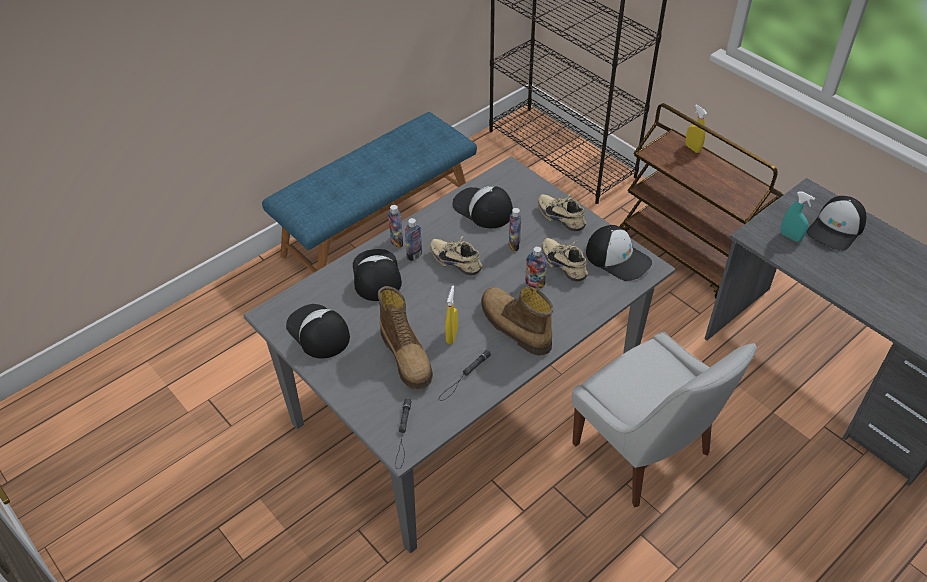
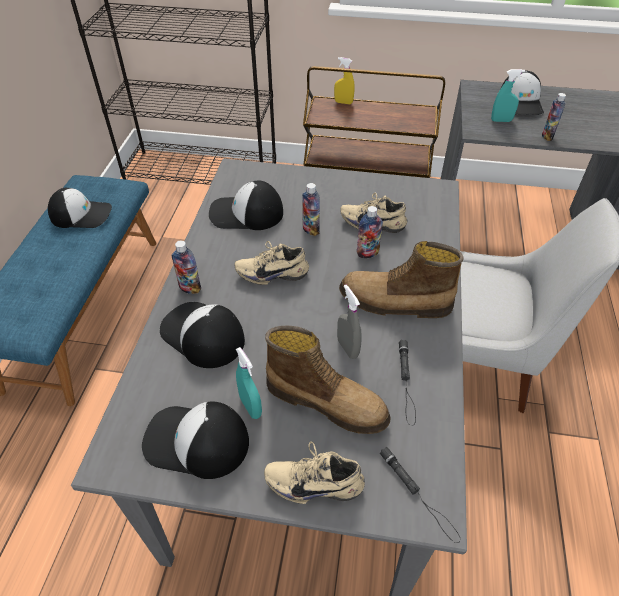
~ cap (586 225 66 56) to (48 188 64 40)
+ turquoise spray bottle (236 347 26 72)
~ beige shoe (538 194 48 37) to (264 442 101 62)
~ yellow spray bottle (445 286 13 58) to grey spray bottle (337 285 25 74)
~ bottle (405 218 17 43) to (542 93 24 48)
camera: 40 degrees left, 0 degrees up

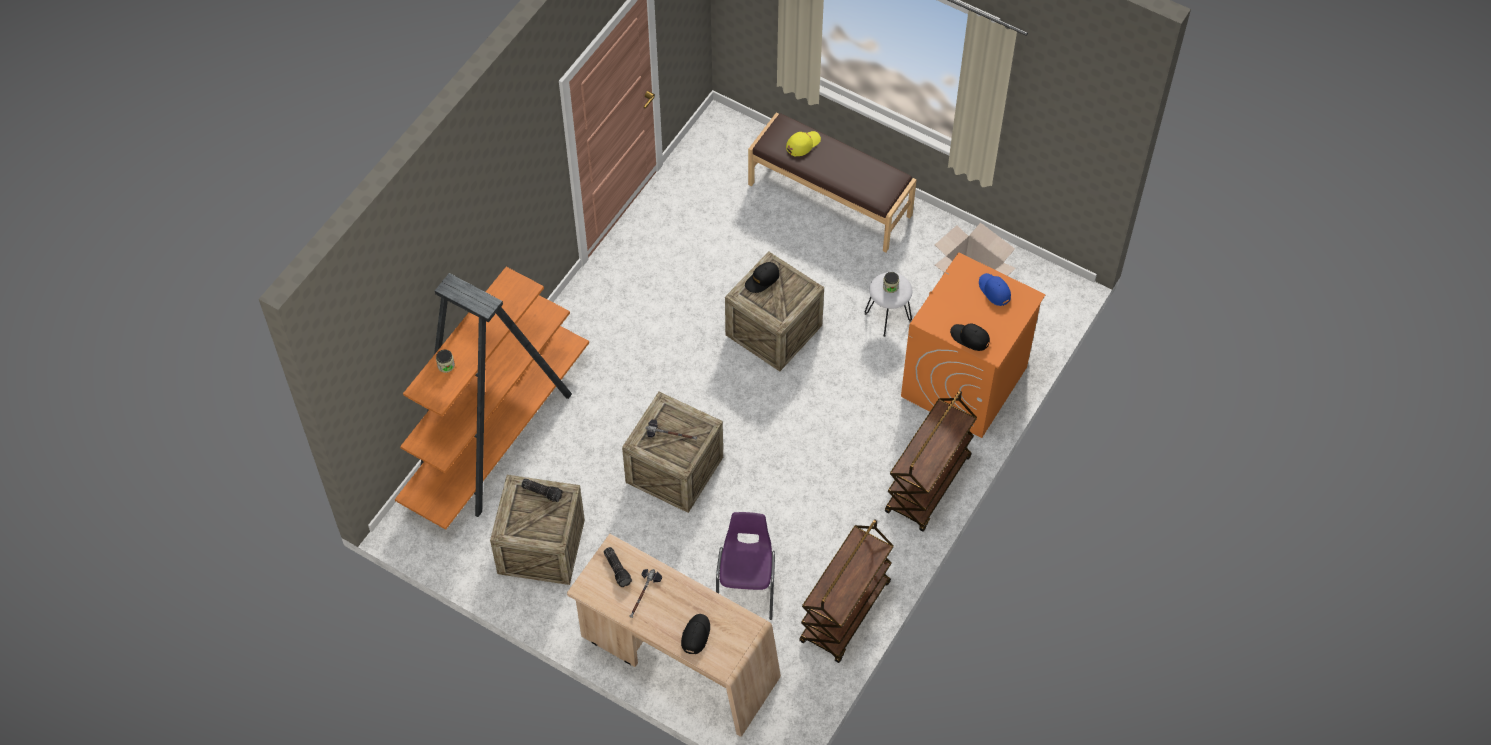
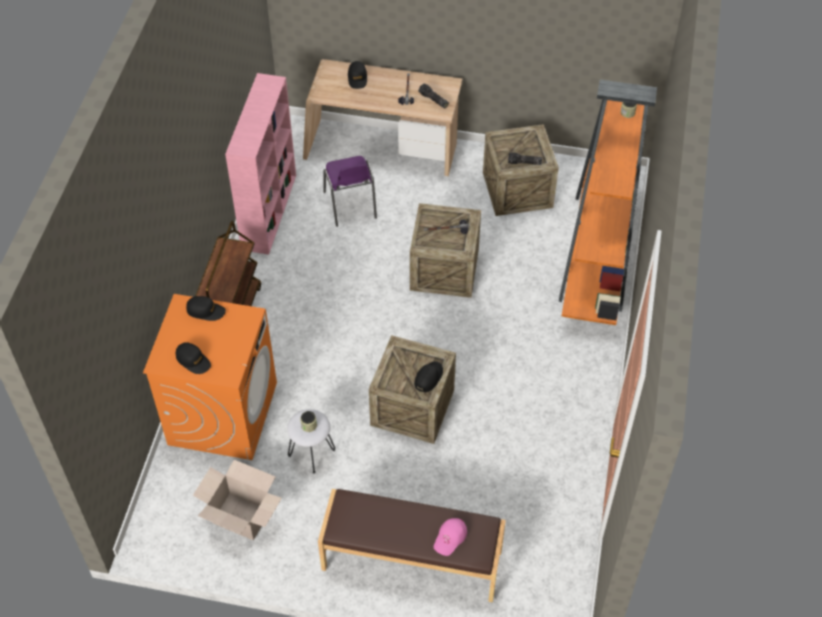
~ blue cap (979 273 32 33) to black cap (176 342 35 32)
~ brown cart (799 519 95 144) to pink bookcase (225 73 71 182)
~ yellow cap (786 131 35 26) to pink cap (434 518 33 38)
camera: 160 degrees right, 5 degrees down

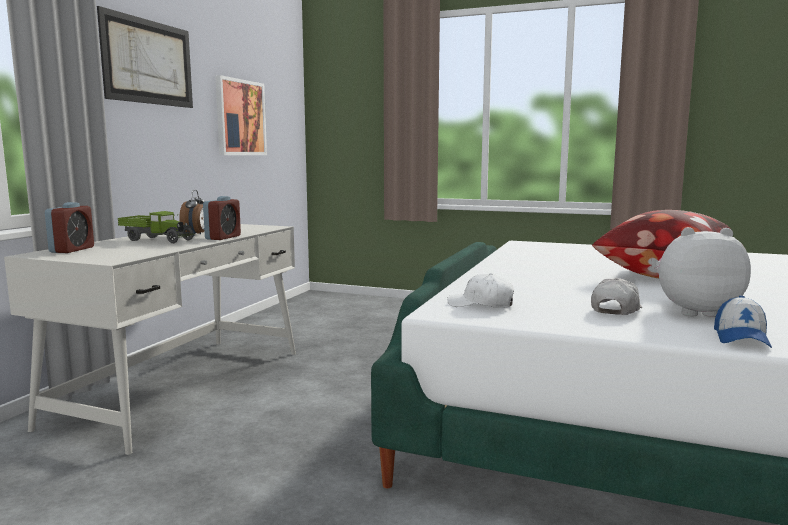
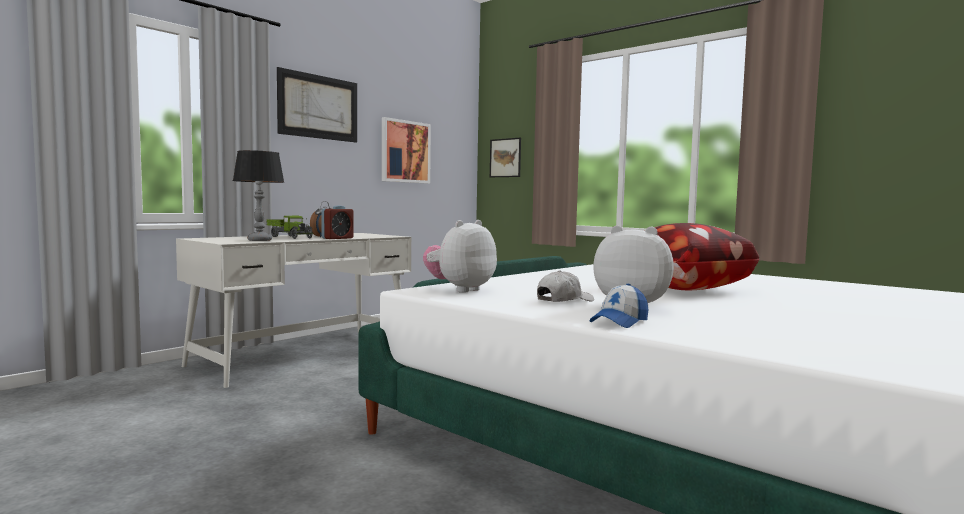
+ table lamp (233 150 51 91)
~ white cap (447 273 67 34) to plush toy (423 220 74 73)
+ picture (490 138 31 39)
- alarm clock (45 202 49 51)
camera: 20 degrees right, 5 degrees down

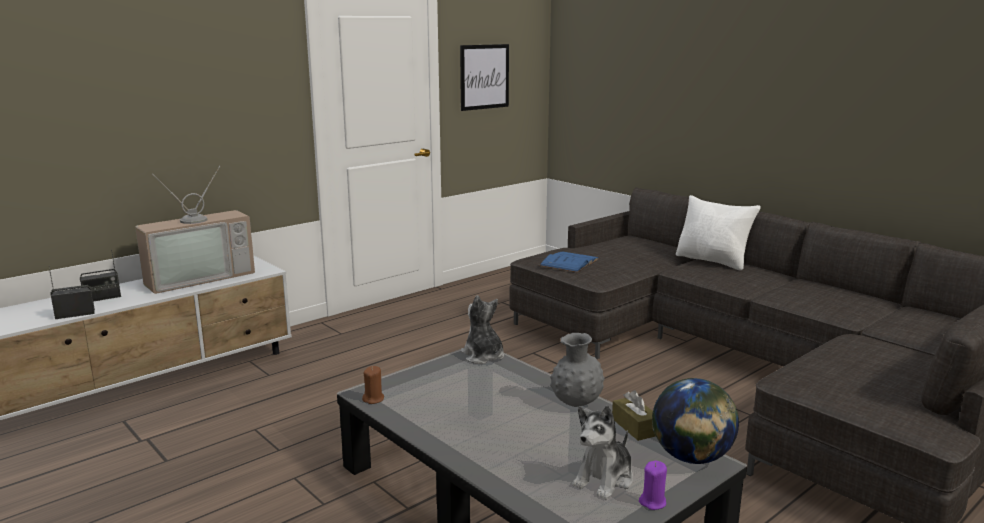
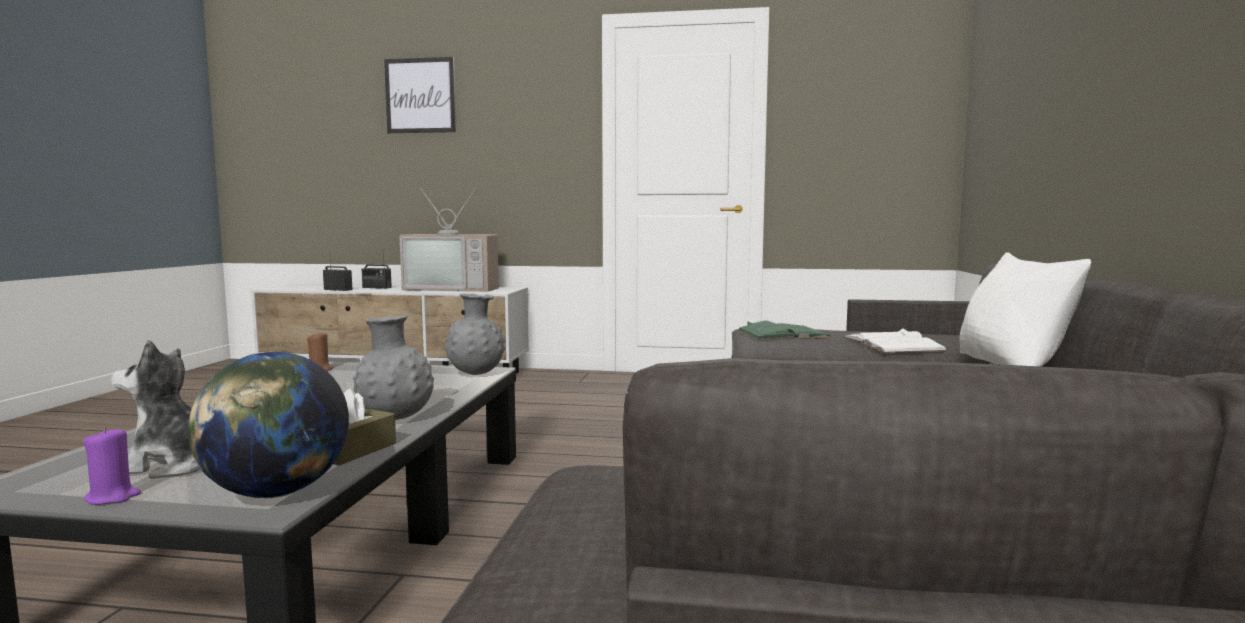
~ picture (460 44 49 67) to (384 57 72 76)
~ plush toy (461 295 43 69) to grey vase (444 294 61 81)
~ blue book (539 251 60 22) to green book (737 321 95 19)
+ white book (844 328 103 25)
camera: 50 degrees right, 10 degrees down

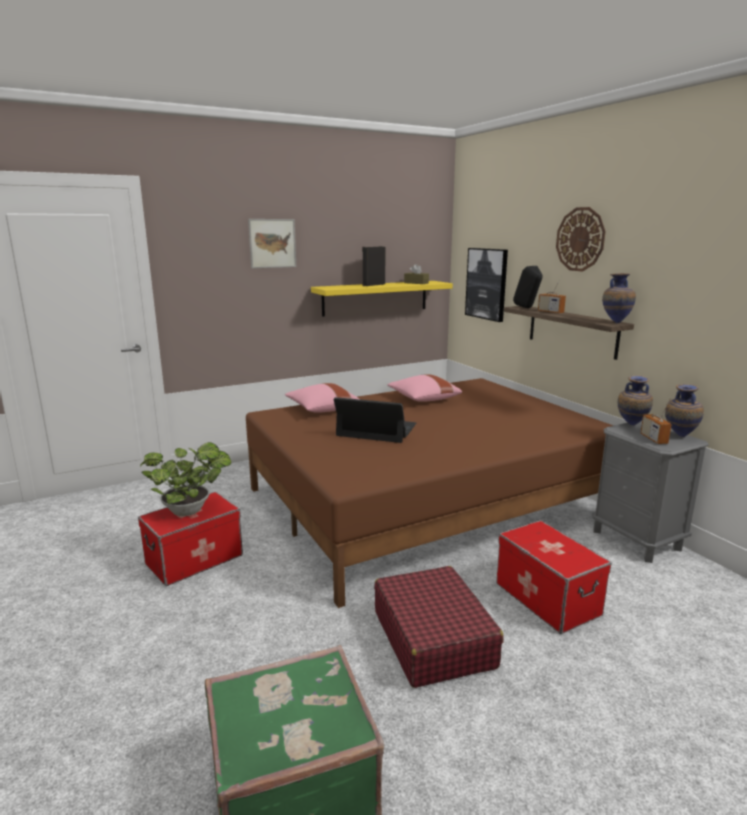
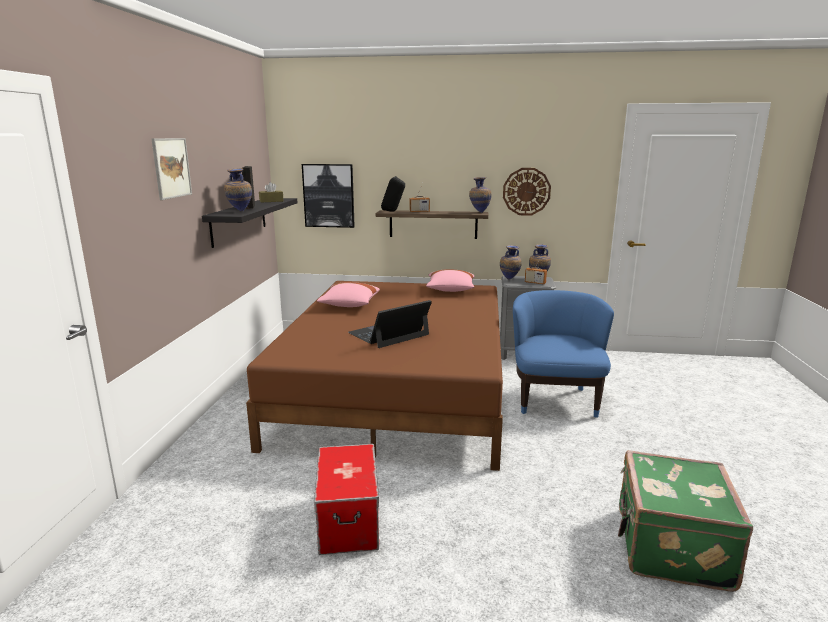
~ yellow shelf (311 281 142 36) to black shelf (202 198 95 50)
+ vase (224 168 28 43)
~ pink pillow (285 383 74 30) to (426 269 49 23)
~ wall clock (556 207 50 64) to (503 168 48 48)
~ storage box (496 520 116 114) to blue armchair (513 290 101 128)
- potted plant (140 442 91 74)
- red suitcase (374 566 130 122)
camera: 55 degrees left, 0 degrees up

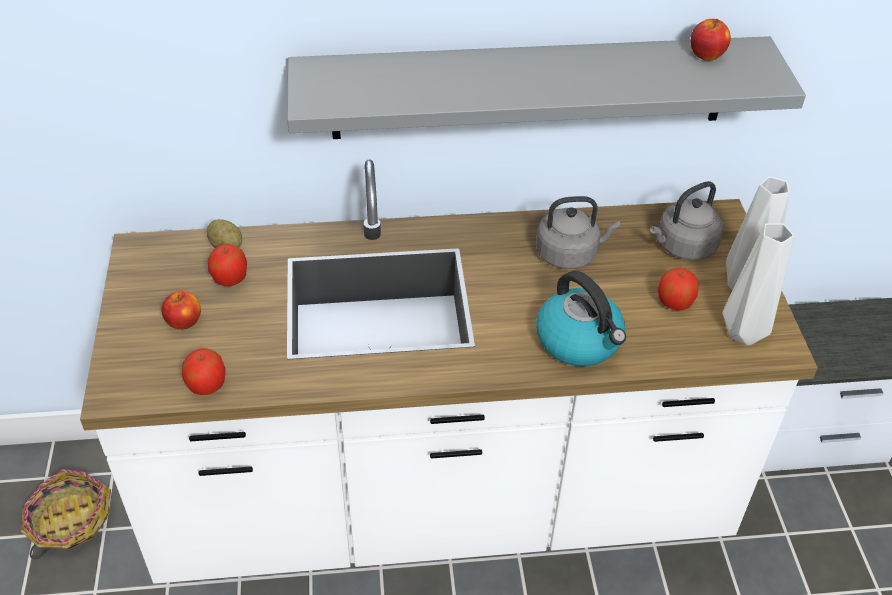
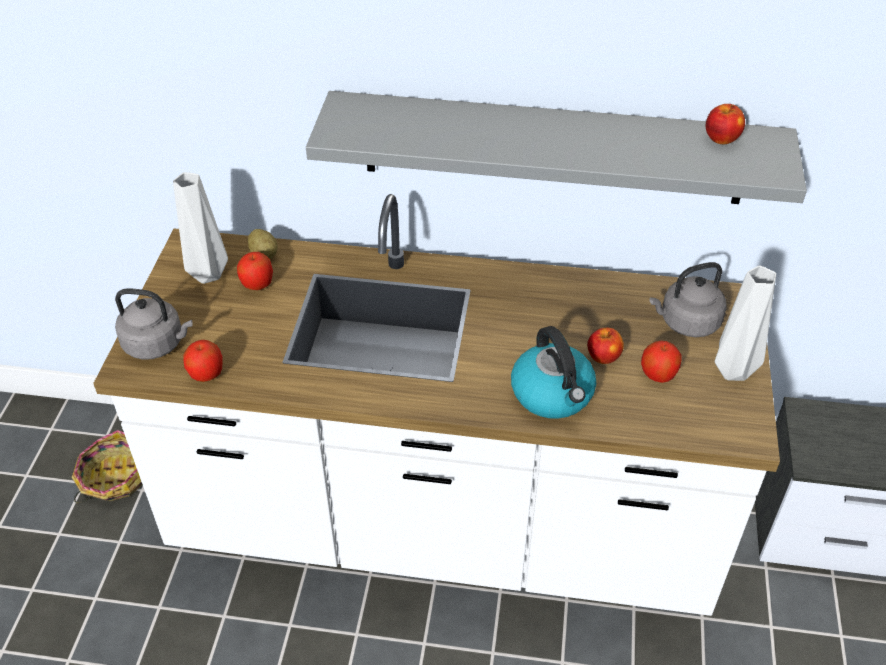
~ grey kettle (536 196 85 73) to (115 289 78 71)
~ grey vase (723 223 71 122) to (173 172 55 112)
~ apple (161 290 40 40) to (587 328 37 36)
camera: 15 degrees right, 0 degrees up

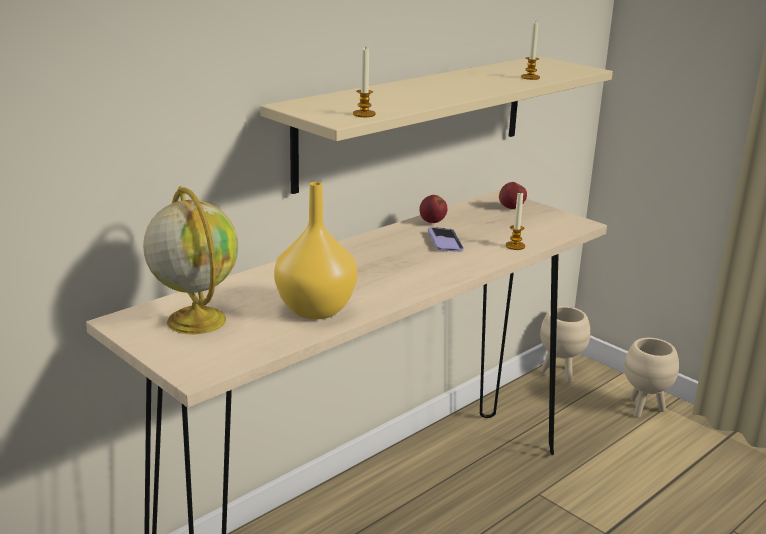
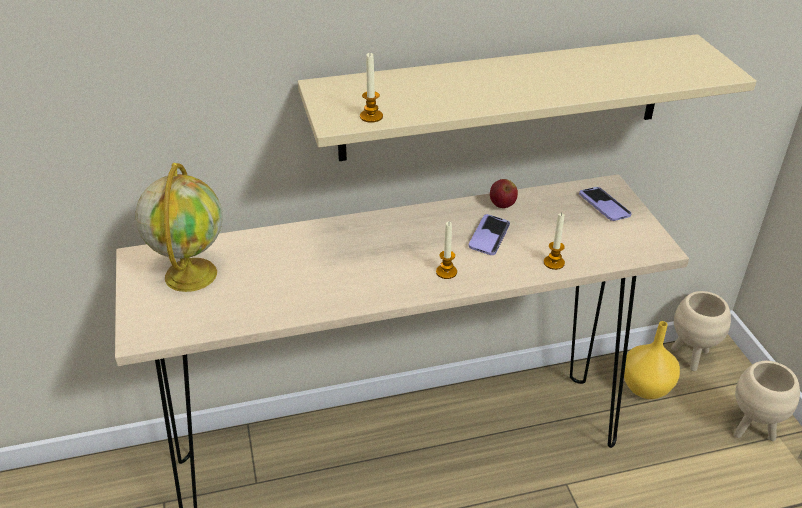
~ candle (521 22 19 58) to (436 222 21 57)
~ apple (499 182 28 27) to phone (579 187 53 34)
~ yellow vase (274 182 83 137) to (624 321 56 78)
camera: 30 degrees right, 15 degrees up

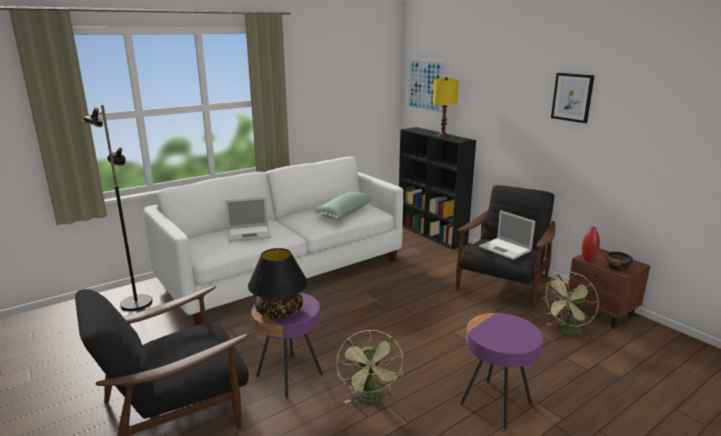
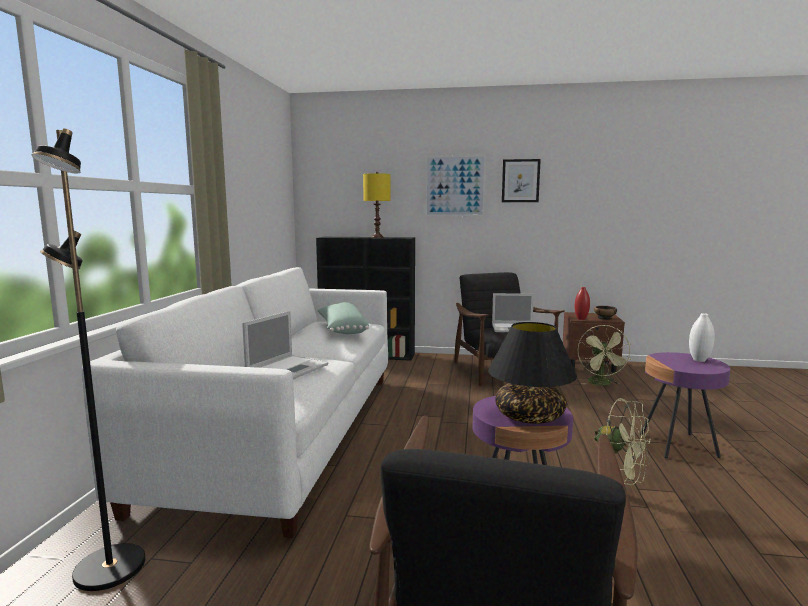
~ picture (407 58 38 56) to (425 155 61 62)
+ white vase (689 313 26 49)
camera: 45 degrees left, 10 degrees down

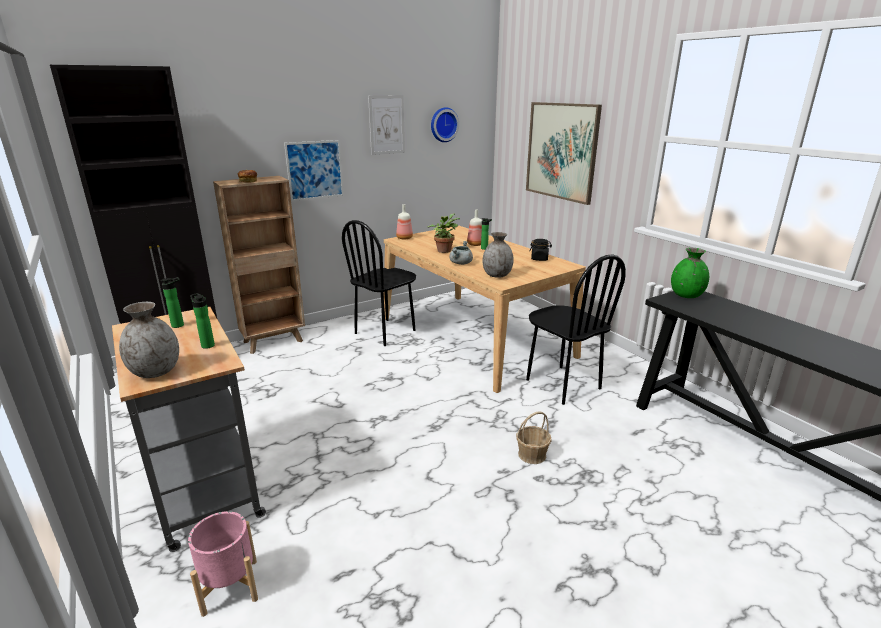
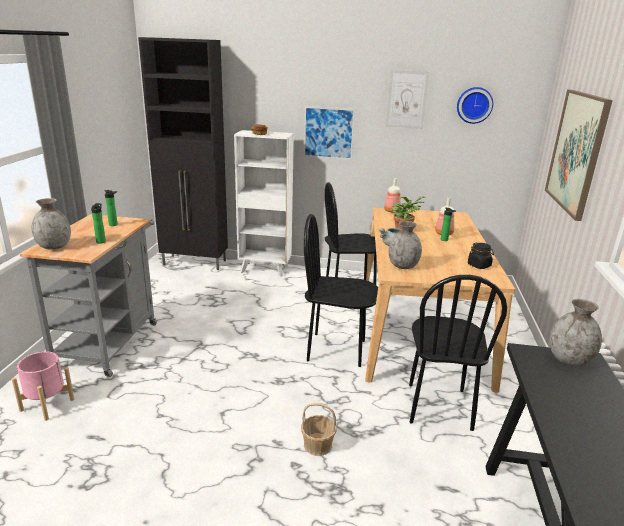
~ brown bookcase (213 176 92 178) to white bookcase (234 130 60 147)
+ black chair (304 214 74 153)
~ green vase (671 248 38 50) to grey vase (549 299 53 67)
camera: 40 degrees right, 0 degrees up

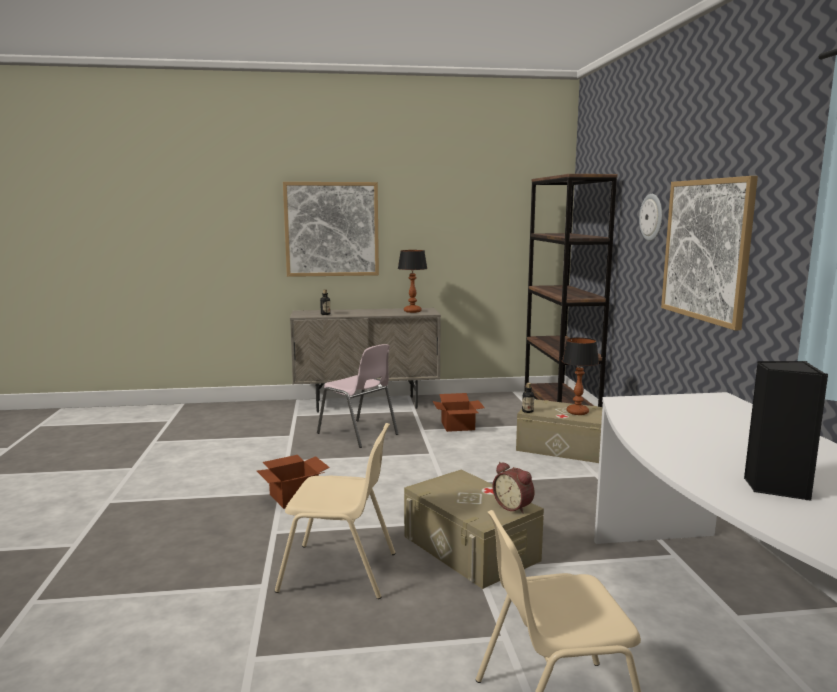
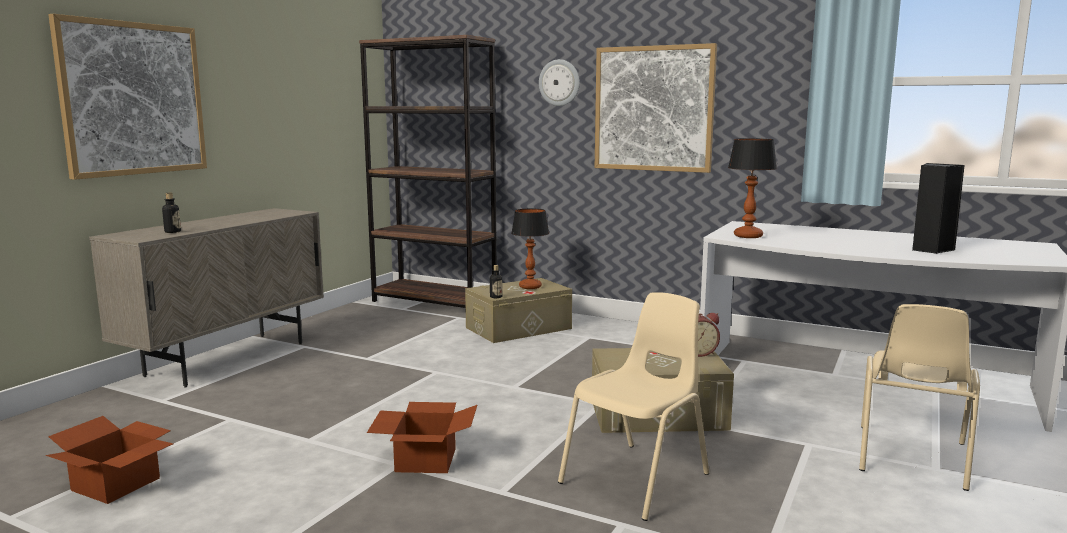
~ cardboard box (433 393 52 39) to (46 416 127 88)
~ table lamp (398 250 29 63) to (728 138 49 100)
- pink chair (317 344 81 104)
camera: 55 degrees left, 0 degrees up

